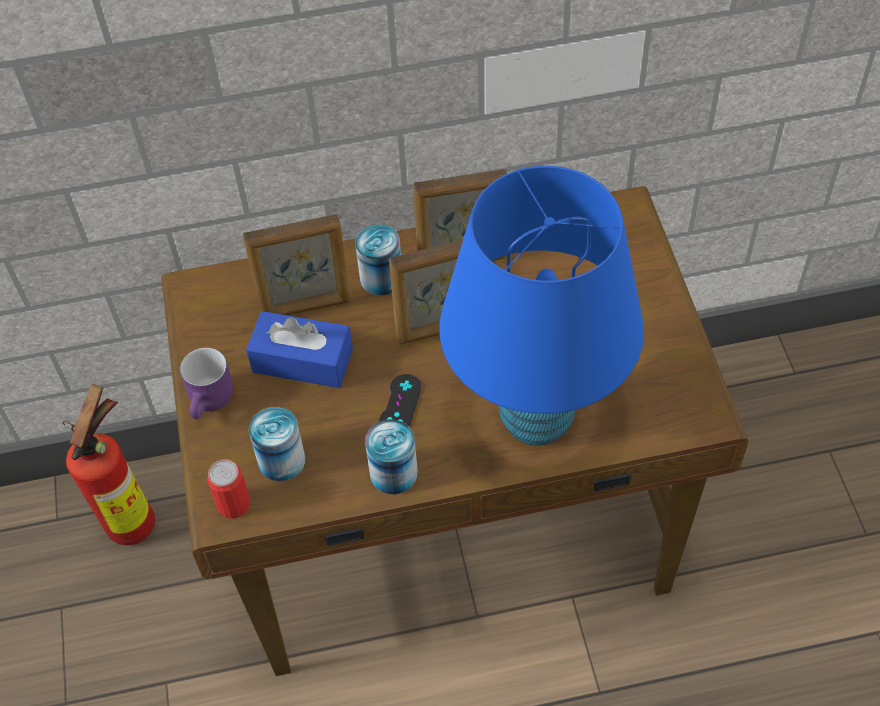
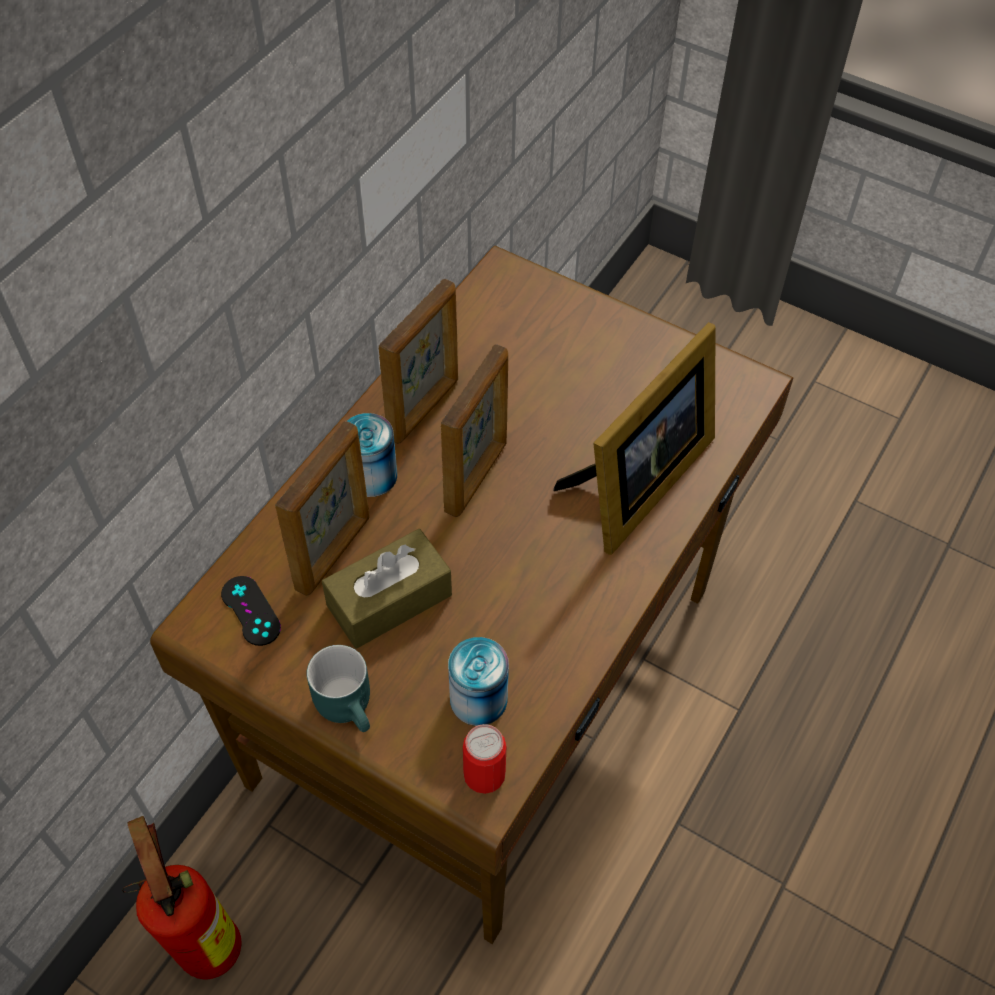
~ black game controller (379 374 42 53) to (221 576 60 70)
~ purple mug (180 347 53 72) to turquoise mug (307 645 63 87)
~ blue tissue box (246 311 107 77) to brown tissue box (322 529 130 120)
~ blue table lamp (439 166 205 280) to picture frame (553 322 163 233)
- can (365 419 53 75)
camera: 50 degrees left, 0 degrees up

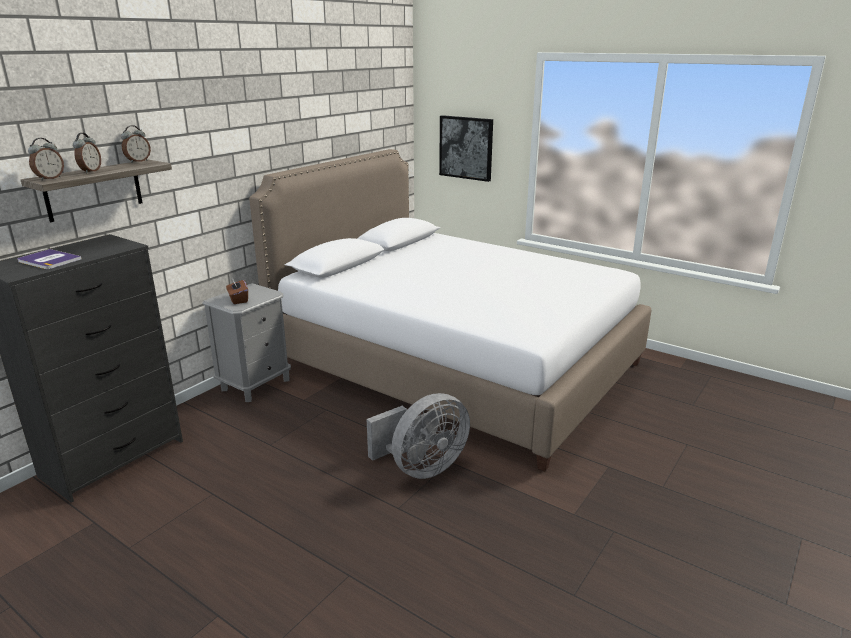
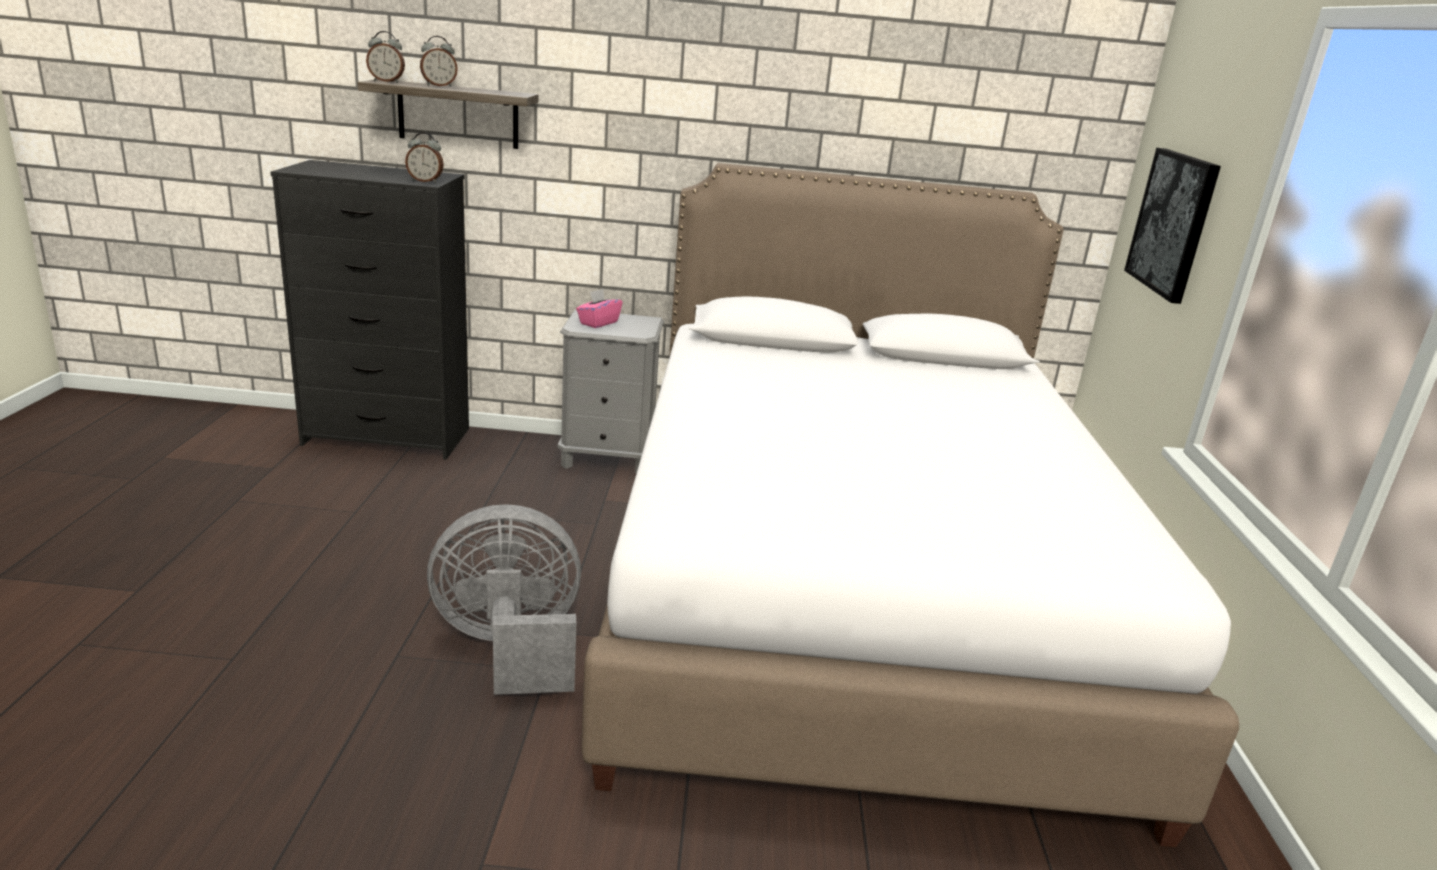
~ alarm clock (121 125 30 38) to (405 133 39 50)
~ grey fan (367 393 103 86) = (427 504 154 191) 150 degrees clockwise
~ brown tissue box (226 277 22 27) to pink tissue box (576 289 47 39)
- book (18 249 63 20)
camera: 55 degrees right, 0 degrees up

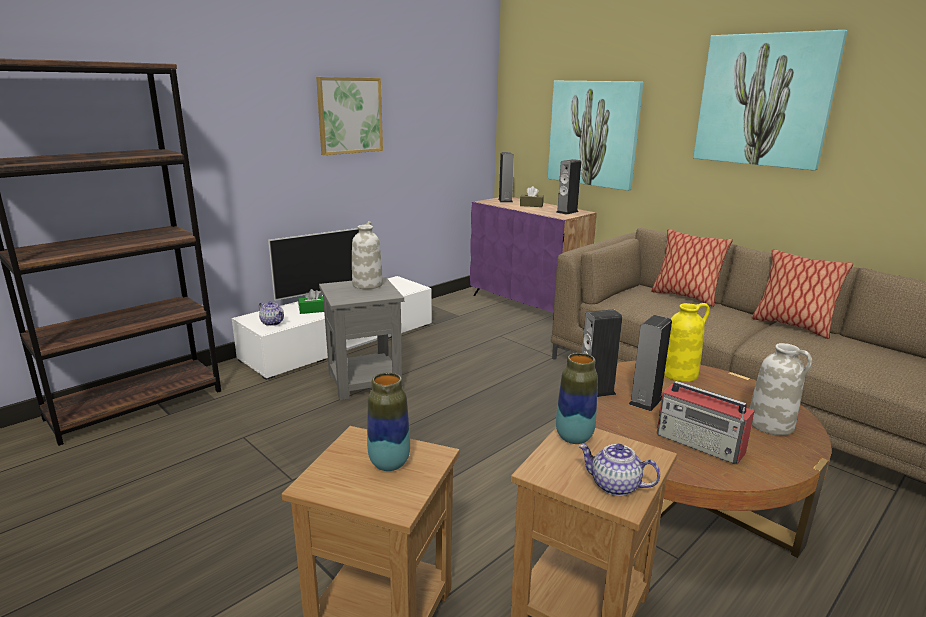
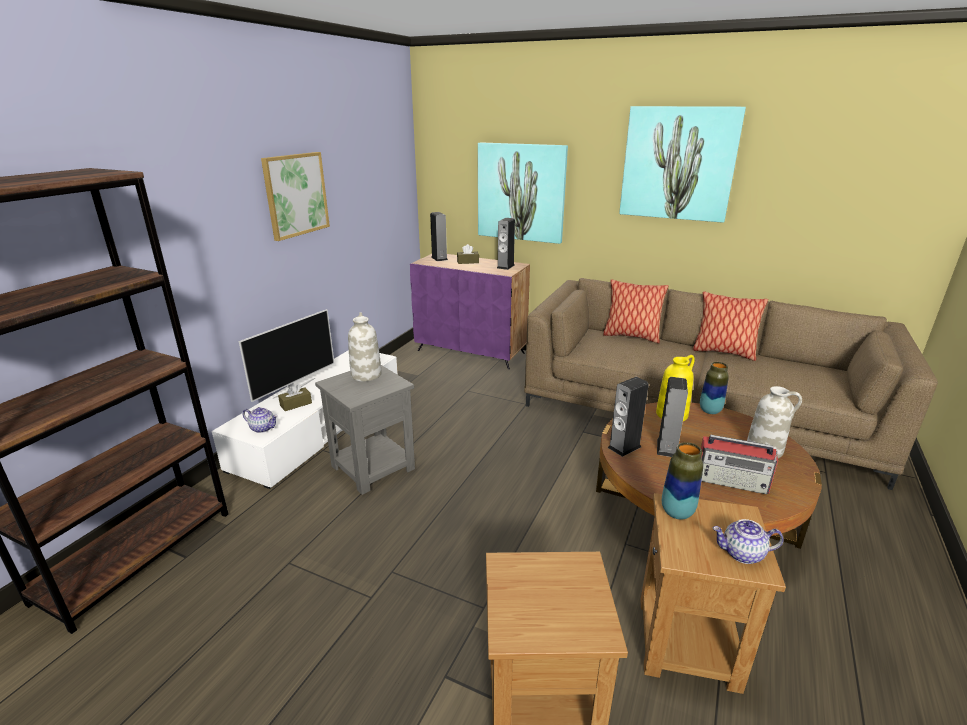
~ green tissue box (298 289 26 25) to brown tissue box (278 384 34 27)
~ vase (367 373 43 98) to (700 362 29 52)
camera: 20 degrees left, 5 degrees up

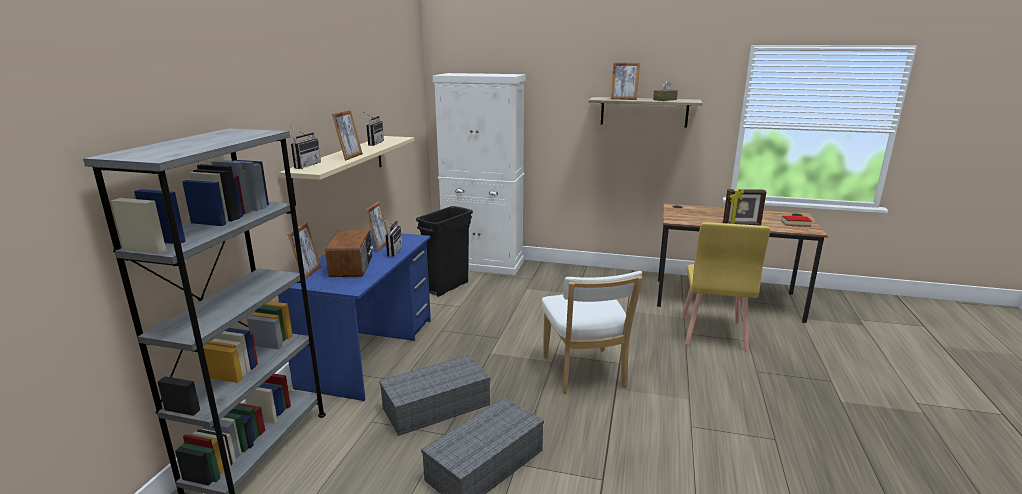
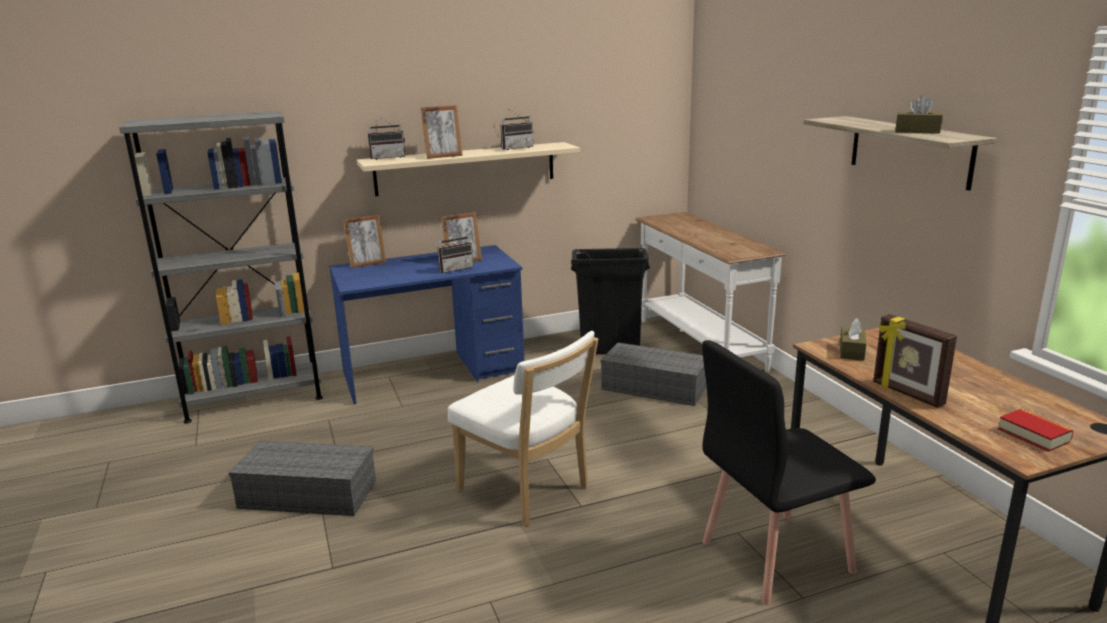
~ white chair (542 271 101 123) = (448 331 150 195) 90 degrees counterclockwise
~ grey storage box (379 355 111 81) to (600 343 107 63)
~ white cabinet (433 73 93 202) to white console table (635 212 150 160)
~ yellow chair (681 222 89 129) to black chair (702 340 174 265)
+ brown tissue box (840 318 26 43)
- radio (325 230 49 47)
- picture frame (610 62 30 38)
camera: 55 degrees right, 0 degrees up

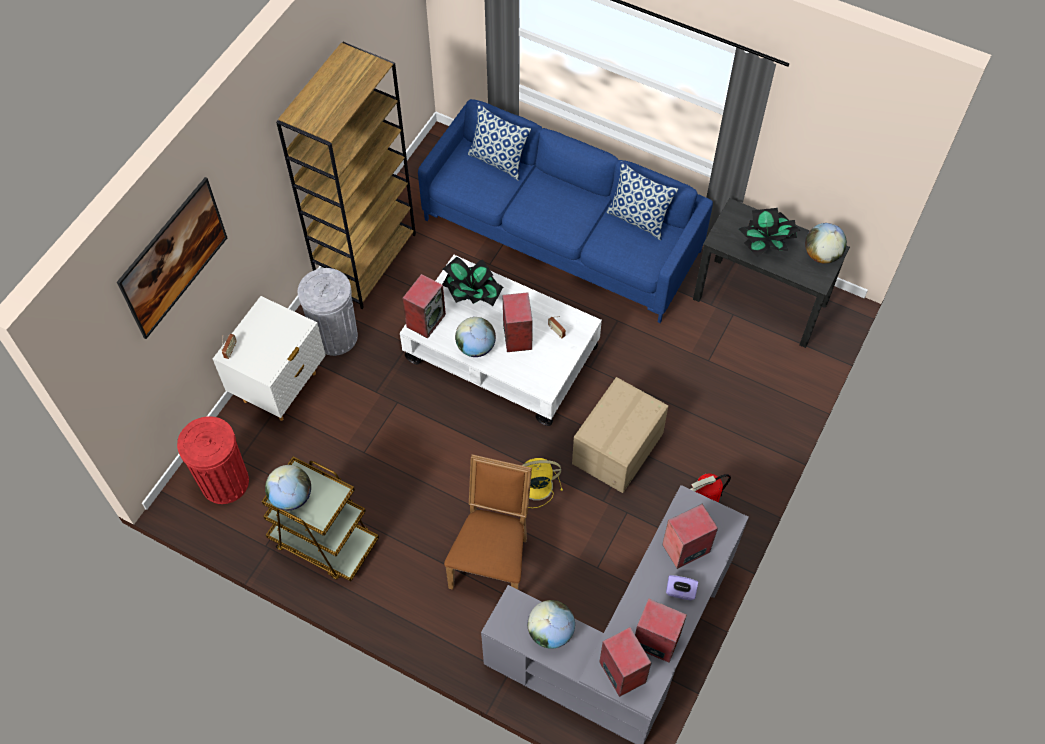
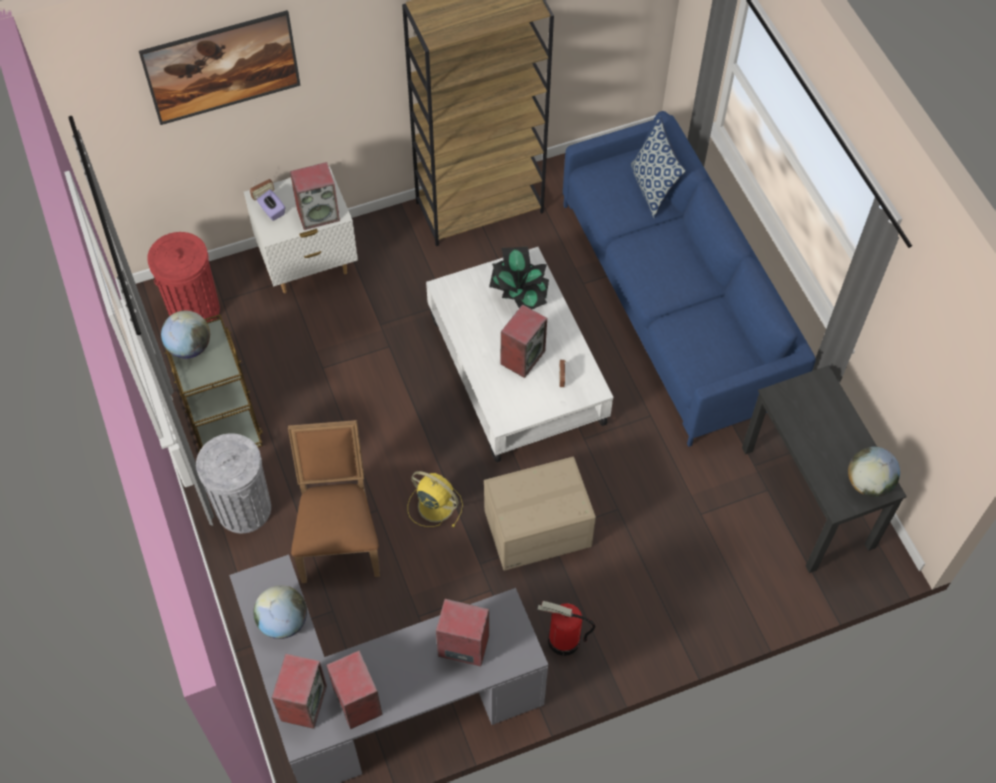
~ grey trash can (298 268 60 88) to (196 433 75 100)
~ purple tissue box (666 575 32 25) to (257 189 28 32)
~ brown chair (444 454 88 136) = (288 420 92 163) 60 degrees counterclockwise
~ speaker (402 274 44 64) to (290 162 50 68)
- globe (455 317 41 40)
- pillow (606 161 72 79)
- potted plant (739 208 61 49)
camera: 40 degrees right, 0 degrees up

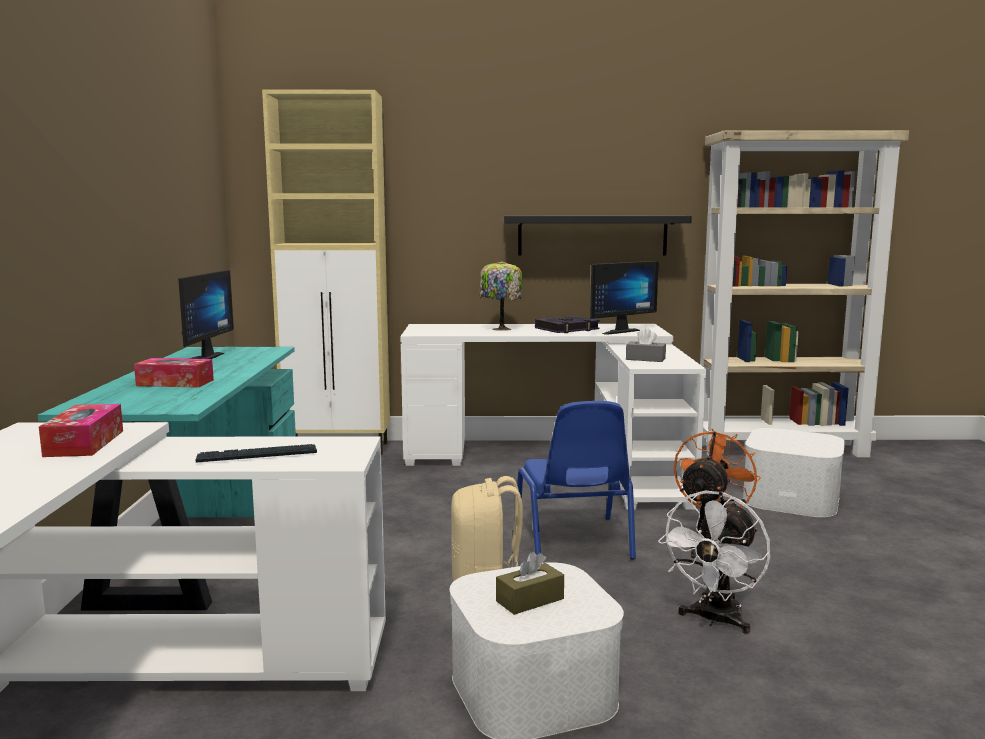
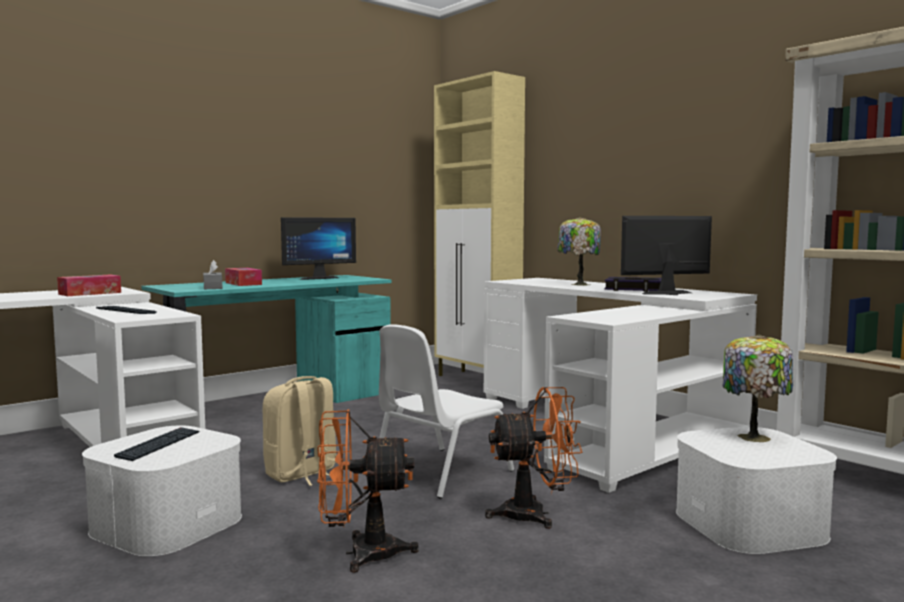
~ brown tissue box (496 552 68 63) to keyboard (114 427 85 34)
~ grey tissue box (626 328 40 34) to (203 260 20 29)
~ white fan (658 491 112 143) to orange fan (317 410 102 163)
~ blue chair (517 401 119 159) to white chair (379 324 135 175)
~ monitor (590 261 69 74) = (621 216 91 79) 150 degrees clockwise
+ table lamp (723 334 70 108)
- black shelf (504 216 188 39)
camera: 50 degrees right, 5 degrees down

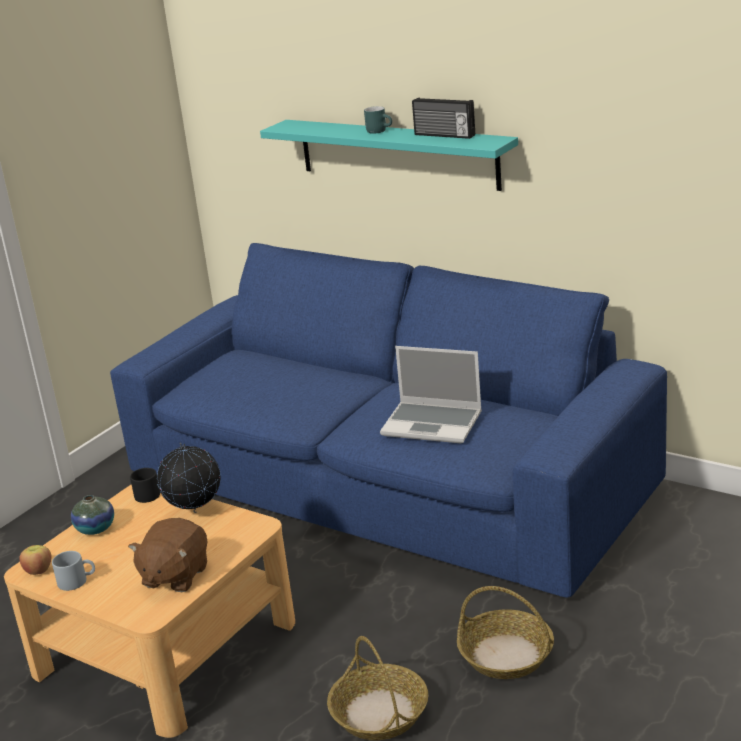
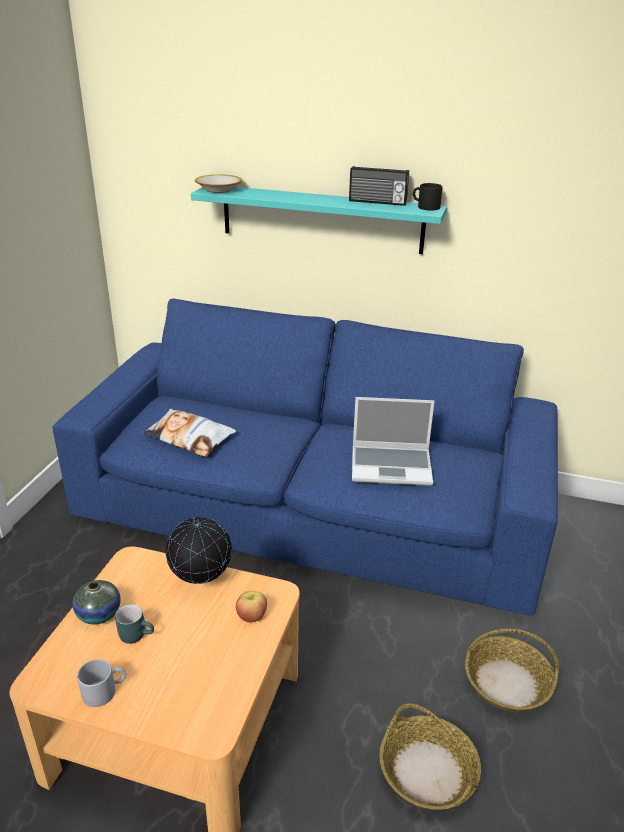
~ turquoise mug (364 106 28 28) to (115 604 39 40)
+ pillow (143 409 93 48)
+ bowl (195 174 47 19)
~ apple (20 545 32 30) to (236 591 31 32)
~ black mug (130 468 30 35) to (413 183 30 27)
- brown plush toy (128 518 79 74)
camera: 20 degrees left, 5 degrees up

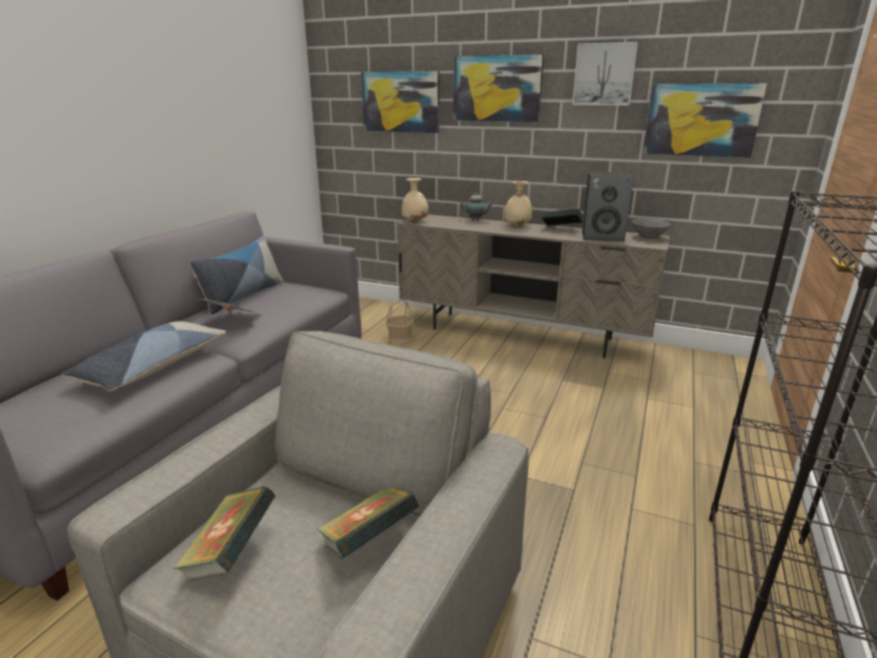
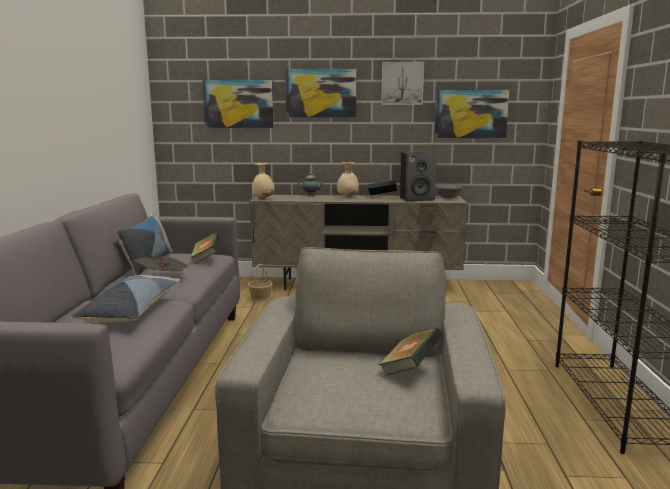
~ book (173 486 103 95) to (190 233 30 31)
camera: 20 degrees left, 10 degrees down

